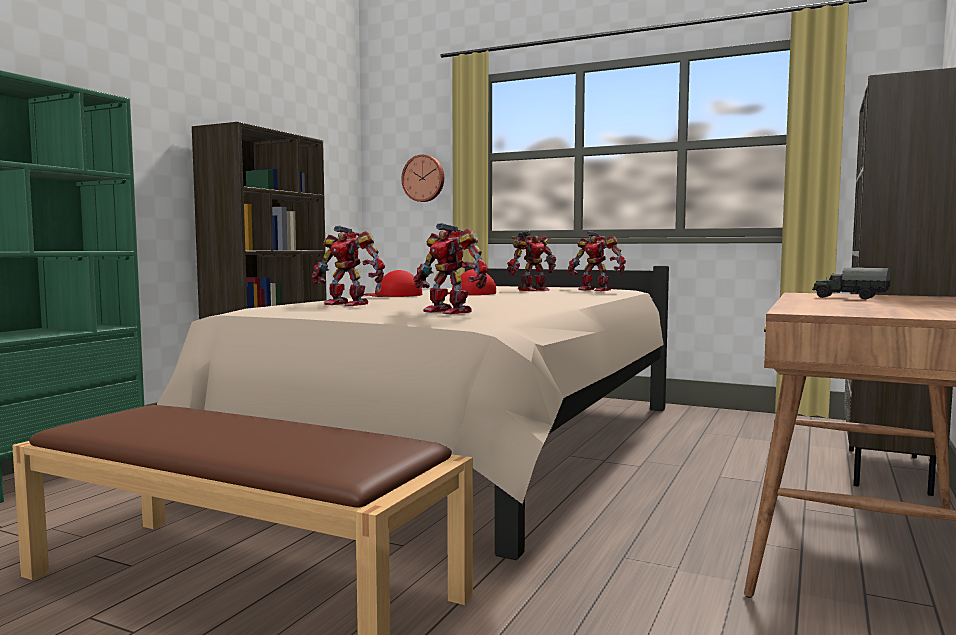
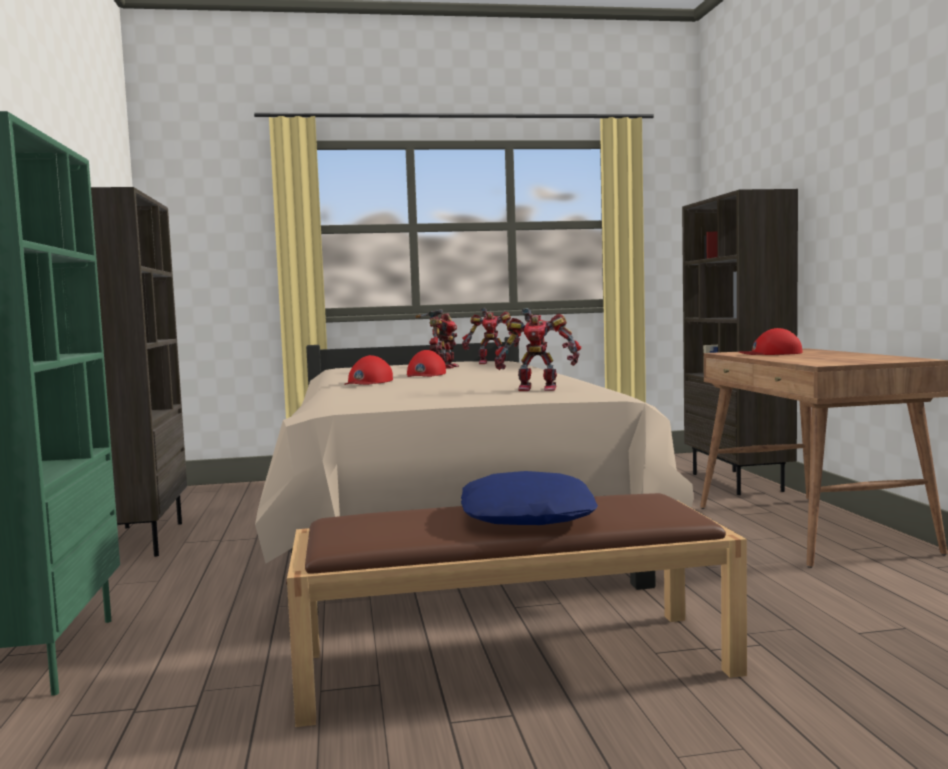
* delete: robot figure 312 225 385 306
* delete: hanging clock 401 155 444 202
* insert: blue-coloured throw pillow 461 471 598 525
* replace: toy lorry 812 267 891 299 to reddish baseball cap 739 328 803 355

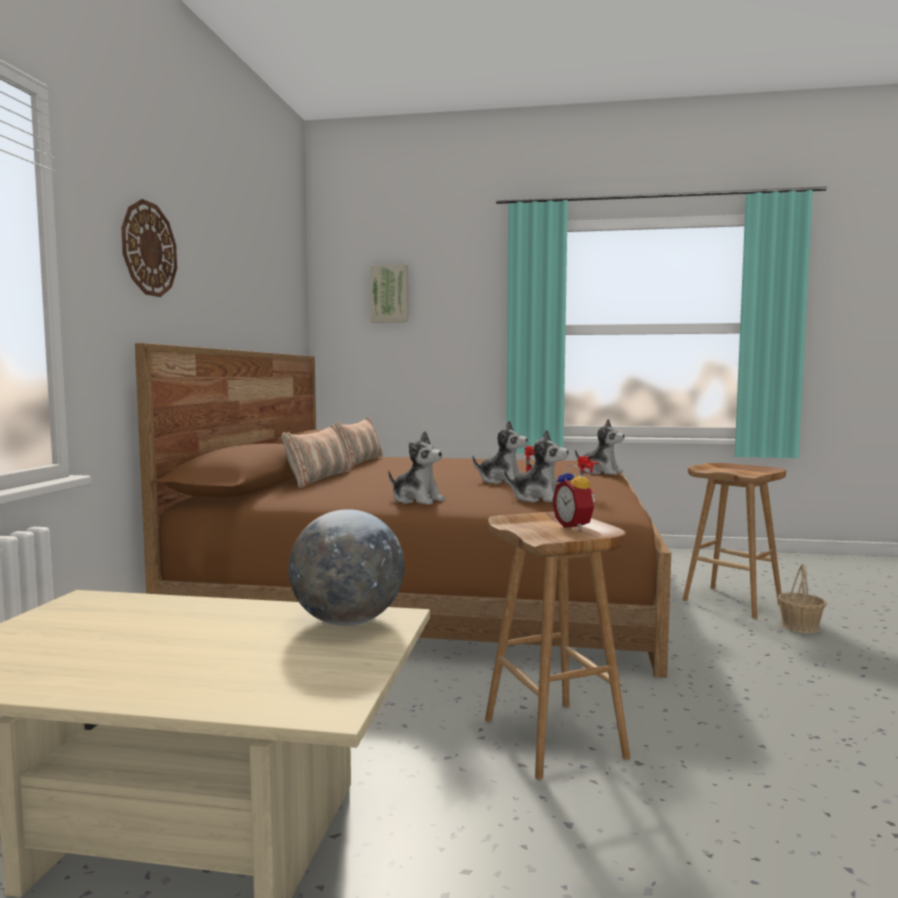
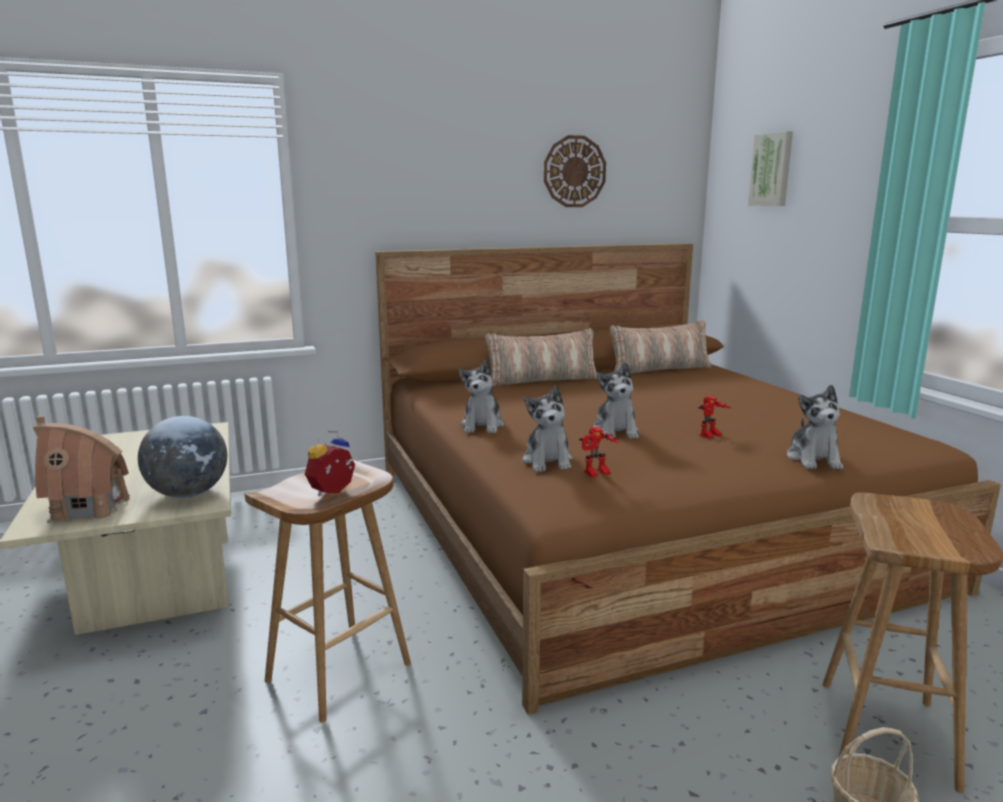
* insert: miniature house 33 415 130 523
* move: hanging clock 121 199 177 297 to 544 135 606 207

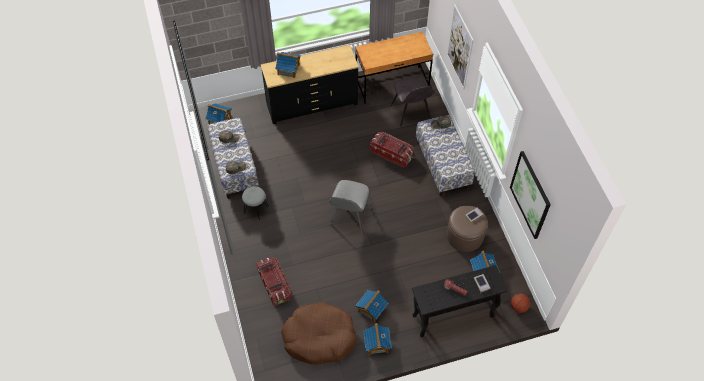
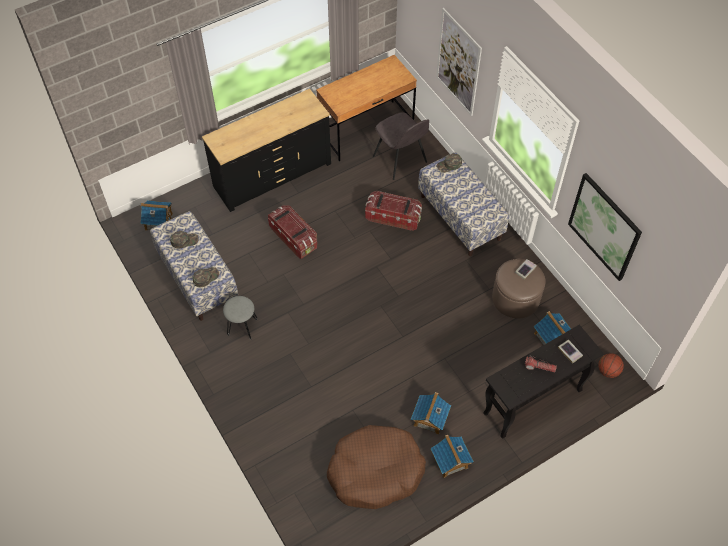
* delete: miniature house 275 51 301 78
* delete: gray upright chair 329 180 371 233
* move: storage bin 256 257 291 306 to 268 205 318 259

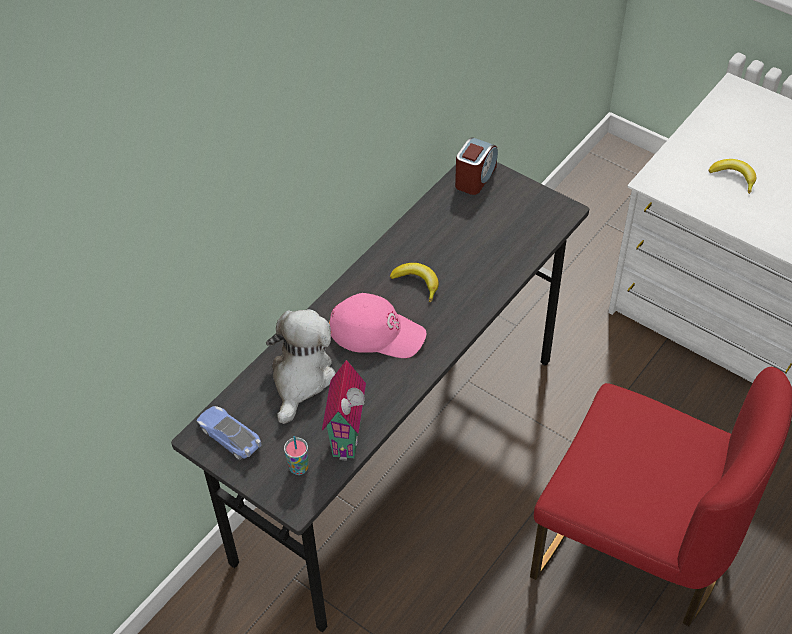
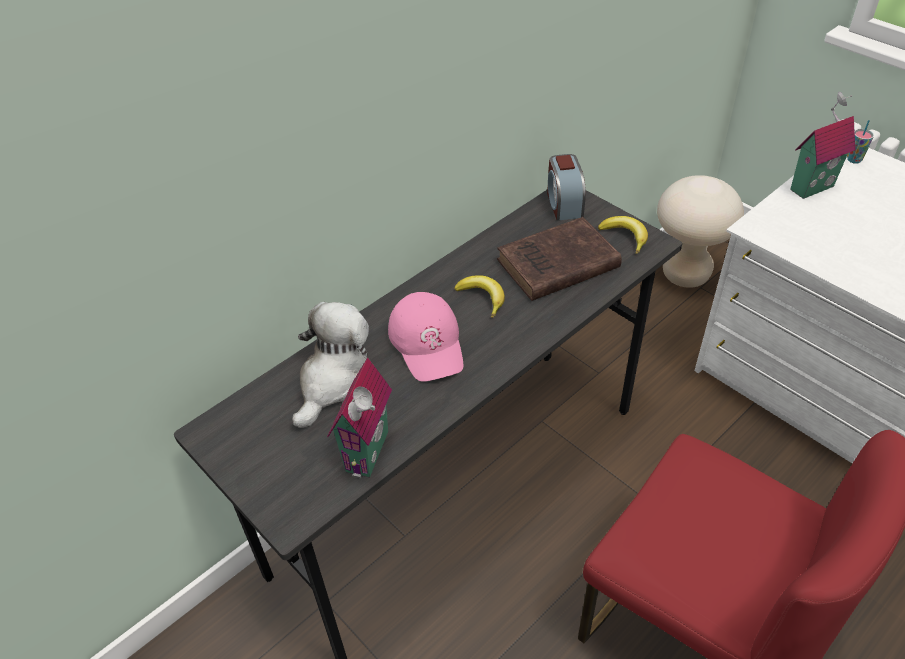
* delete: model car 197 406 262 460
* insert: brown bound book 497 217 622 301
* insert: sand-coloured sitting stool 657 175 744 288
* insert: miniature house 790 92 856 199
* move: cup 284 436 309 475 to 847 120 874 164
* move: banana 708 159 756 194 to 598 216 648 254
* rotate: pink-coloured baseball cap 329 293 426 358 = 388 292 463 382 45 degrees clockwise
* rotate: table clock 455 137 498 195 = 547 154 586 221 135 degrees clockwise

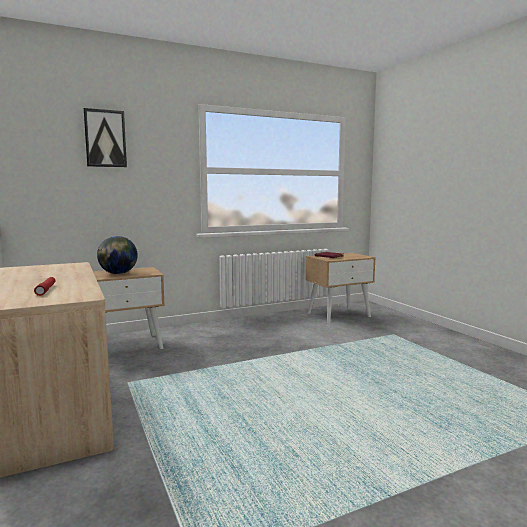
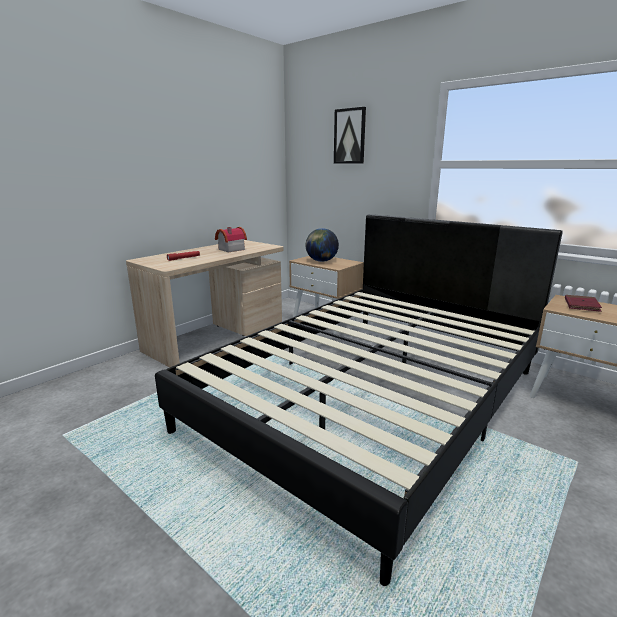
* insert: black sleeping bed 155 214 563 586
* insert: miniature house 215 227 247 252

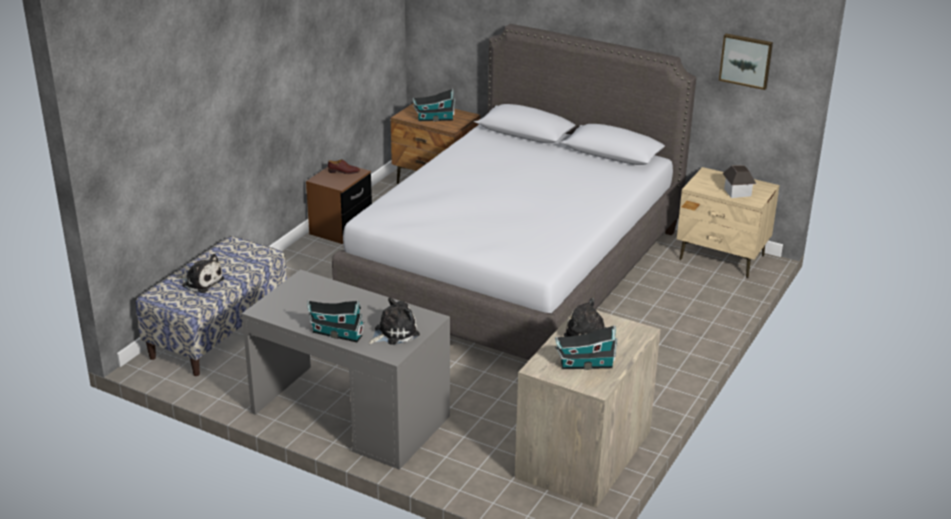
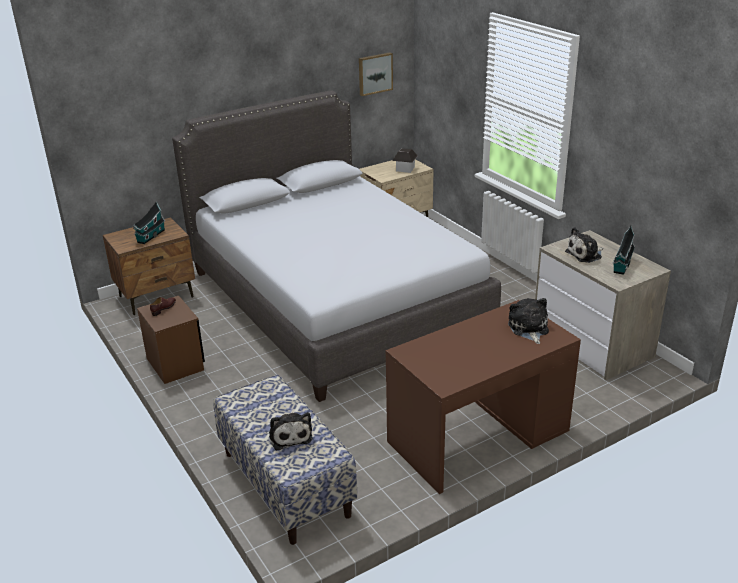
* delete: miniature house 307 300 365 342
* recolor: gray desk 242 269 450 470 to brown desk 386 300 581 494
* rotate: plush toy 178 254 224 293 = 269 412 313 450 105 degrees clockwise

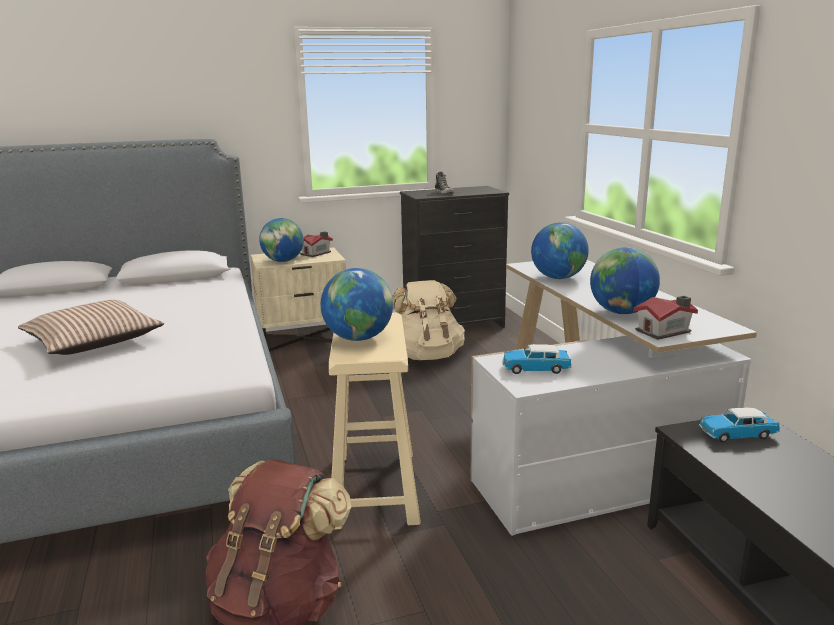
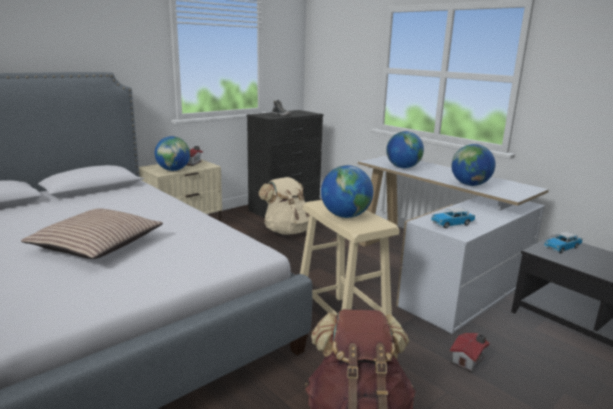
* move: miniature house 633 296 698 340 to 450 333 490 373

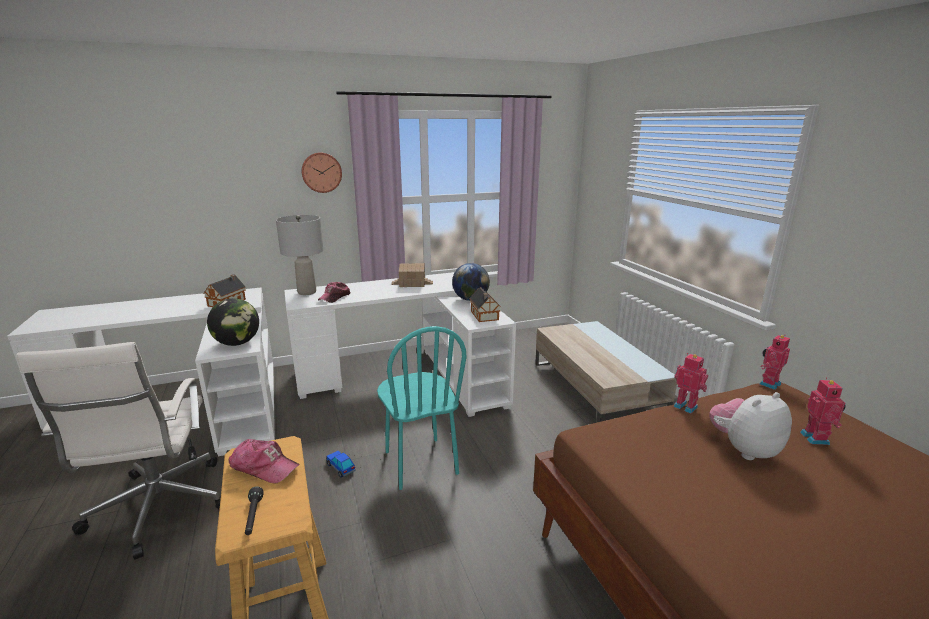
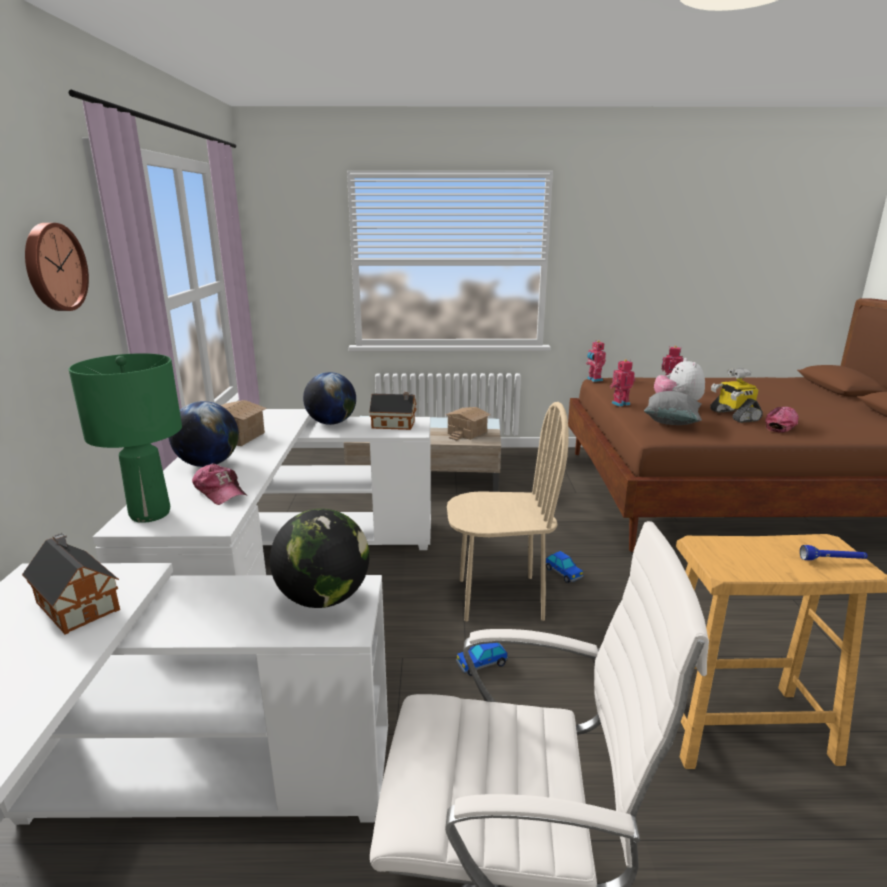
* insert: world globe 169 401 239 467
* insert: miniature house 445 407 491 441
* insert: model car 545 551 584 583
* insert: gray throw pillow 644 391 702 425
* insert: robot figure 710 368 763 423
* move: baseball cap 228 439 300 484 to 765 407 799 433
* recolor: black torch 245 486 264 535 to blue-coloured torch 800 545 867 560
* recolor: gray lamp for a table 276 215 324 295 to green-coloured lamp for a table 68 353 182 523
* recolor: blue-green upright chair 377 326 467 490 to sand-coloured upright chair 447 402 569 621

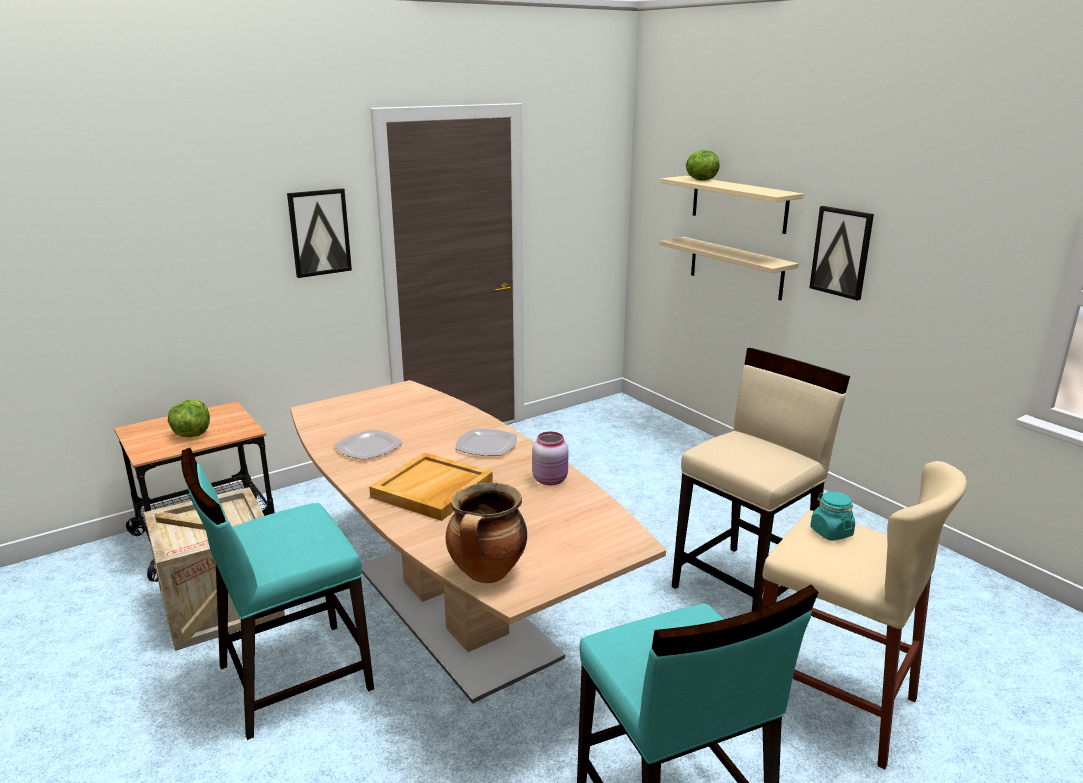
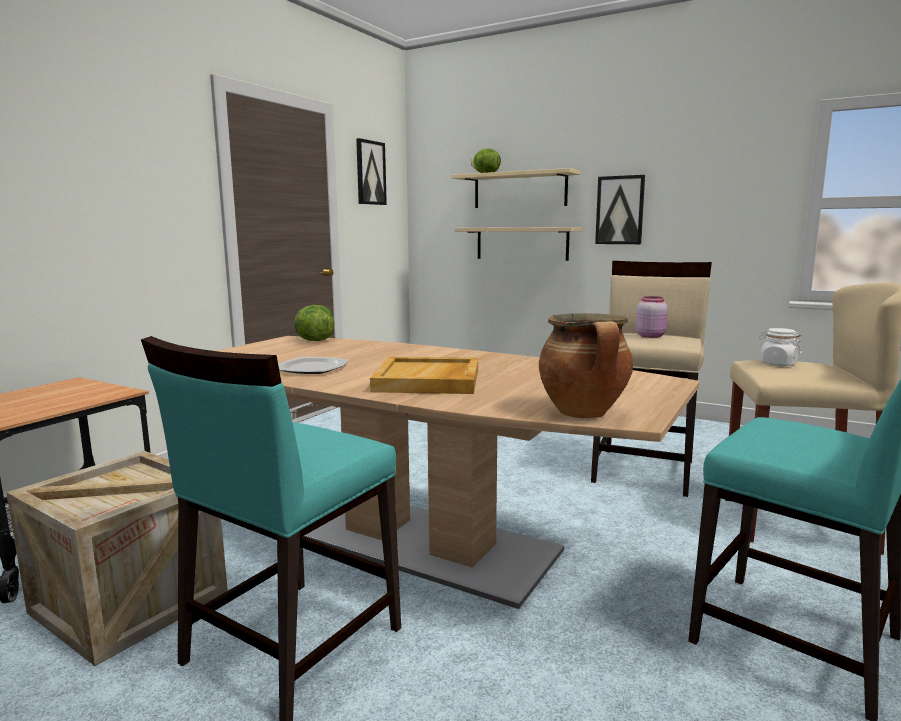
* delete: plate 455 429 517 456
* move: lettuce head 168 400 210 437 to 294 305 334 341
* move: wall art 287 188 352 278 to 356 138 387 205
* move: pink-coloured storage jar 532 431 569 485 to 636 296 668 338
* recolor: blue-green storage jar 810 491 855 541 to white-coloured storage jar 759 328 802 366

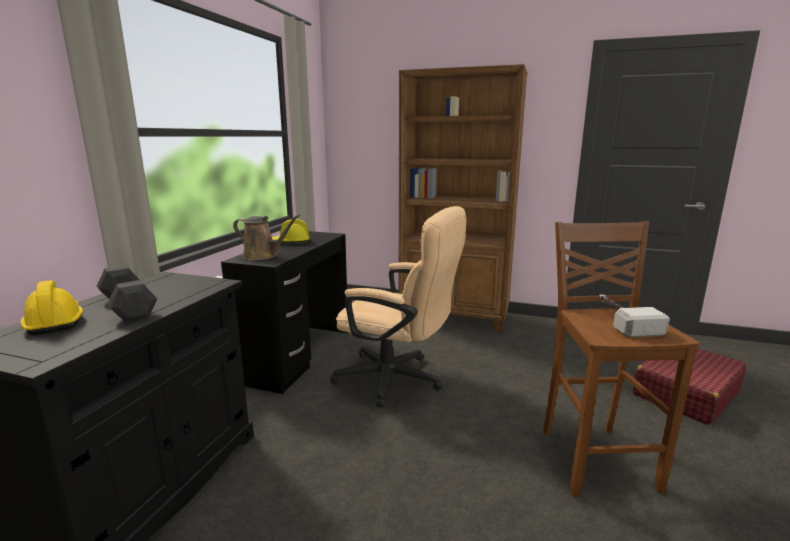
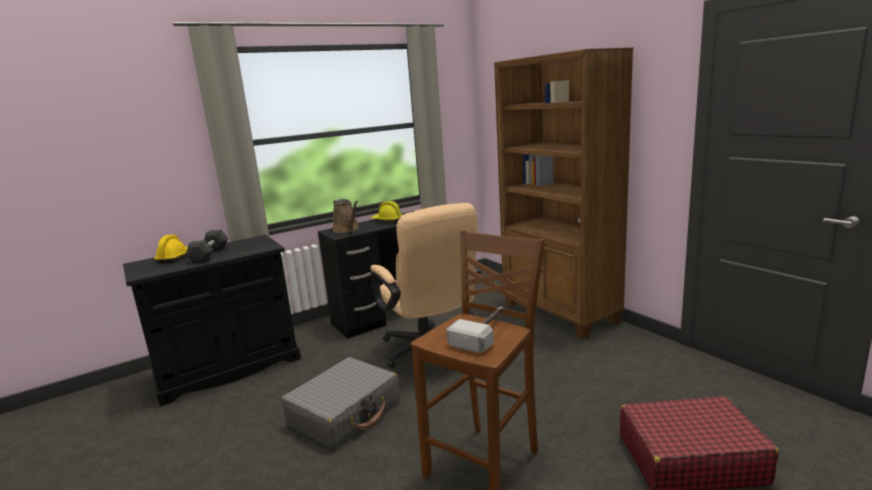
* insert: gray piece of luggage 281 357 400 450

